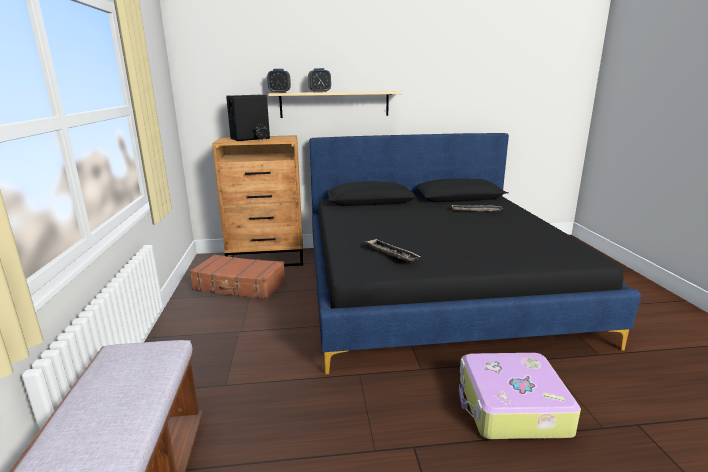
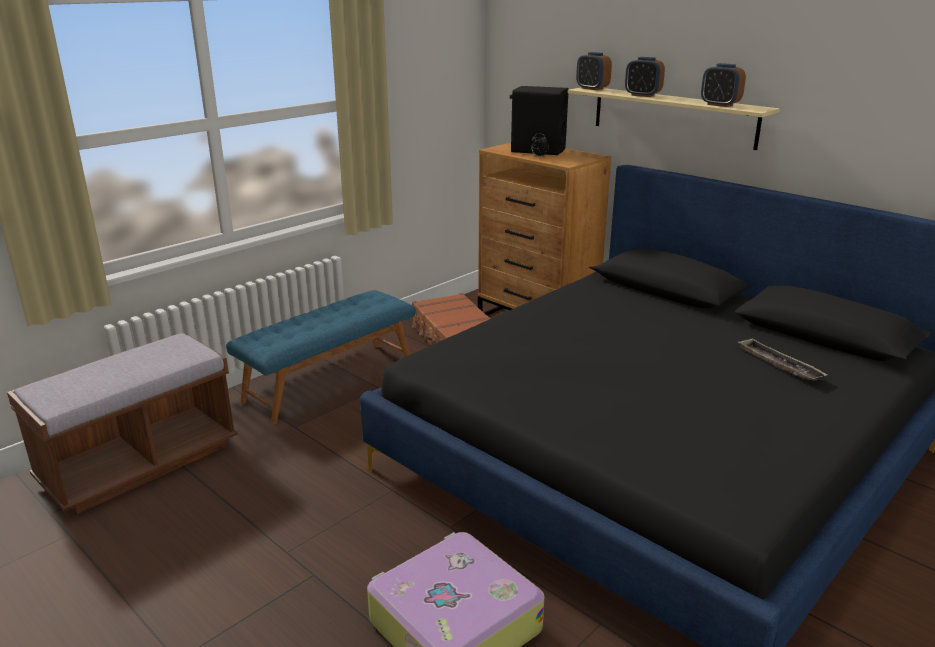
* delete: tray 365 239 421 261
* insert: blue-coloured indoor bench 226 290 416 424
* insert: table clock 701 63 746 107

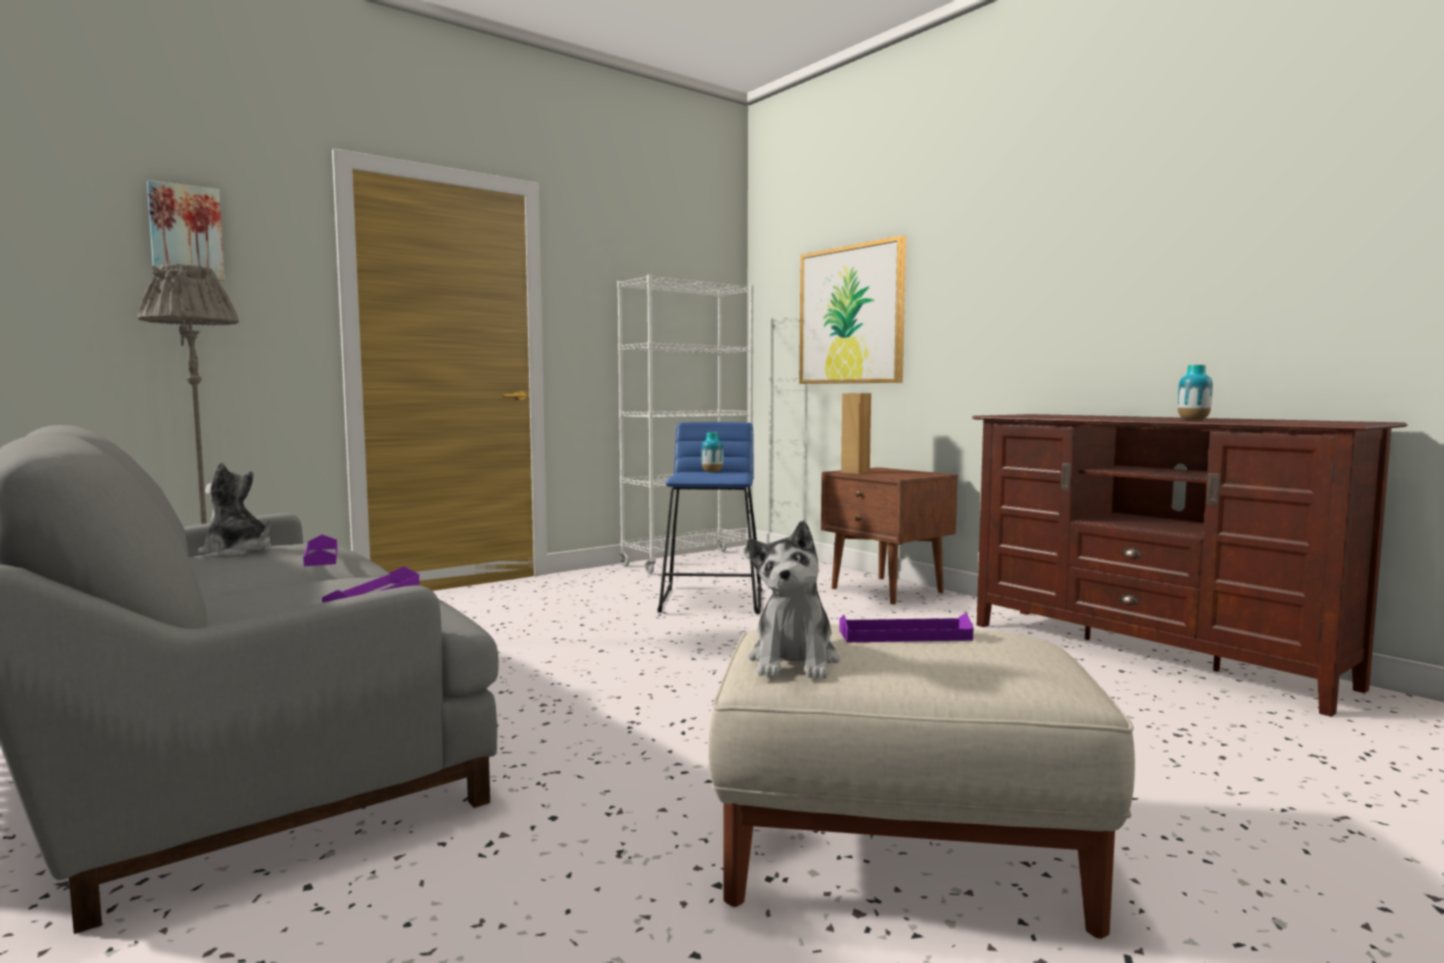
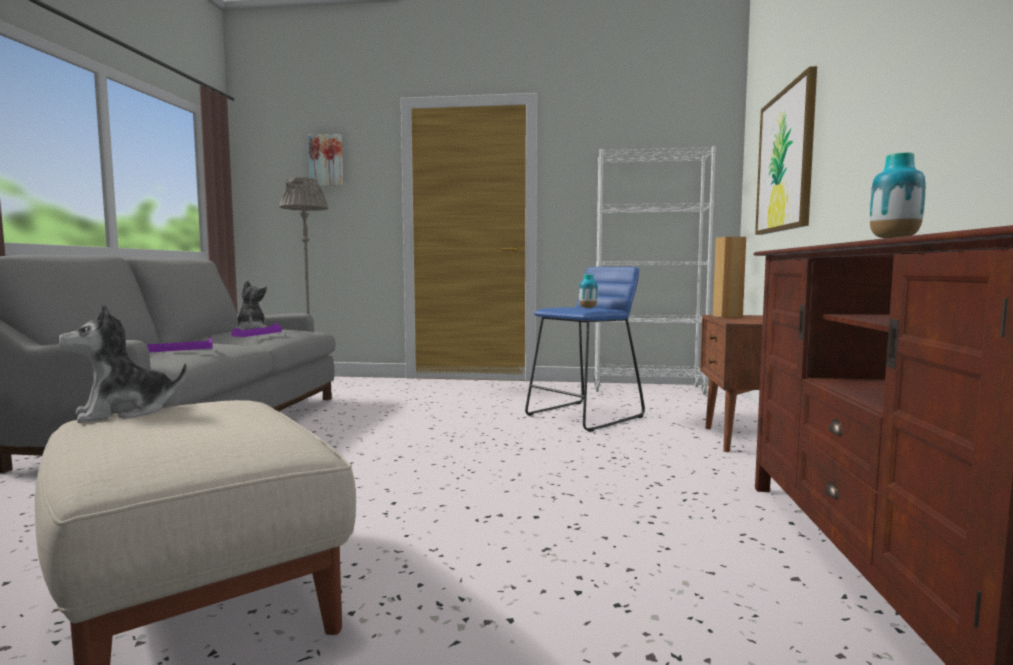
* delete: purple-coloured tray 839 613 974 642

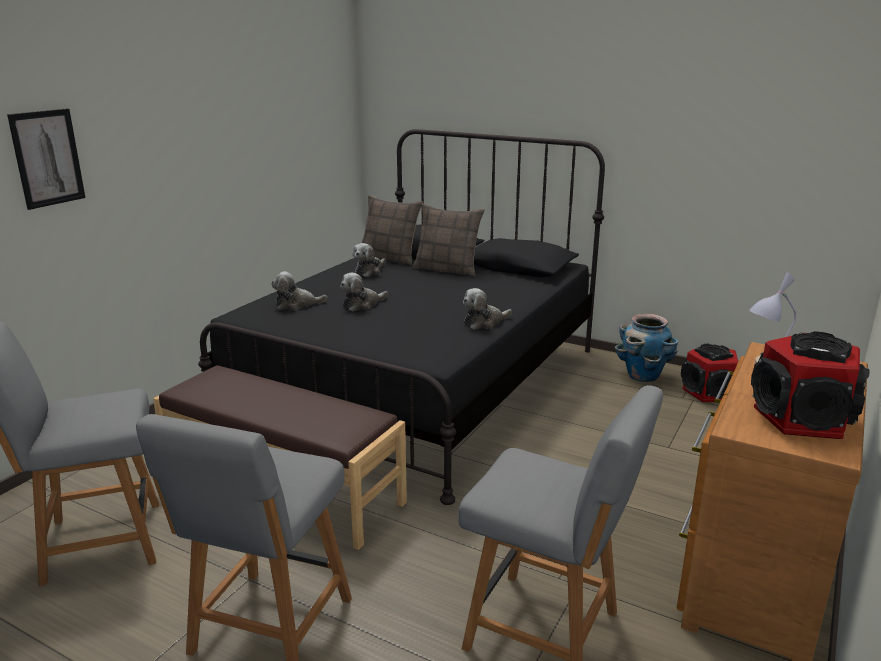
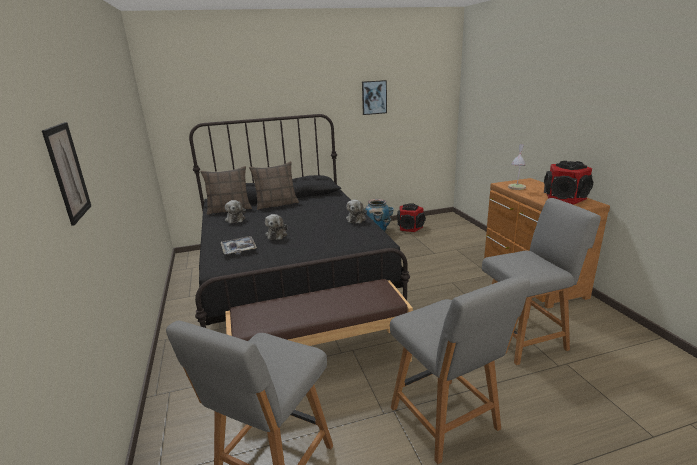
* insert: wall art 362 80 387 115
* replace: plush toy 271 271 327 310 to tray 221 236 257 255

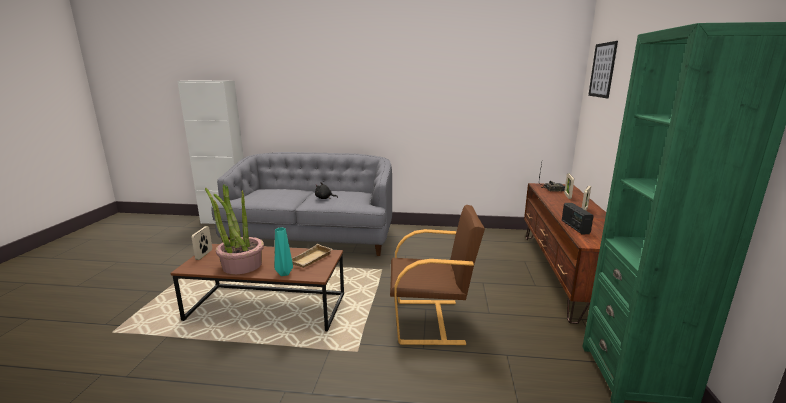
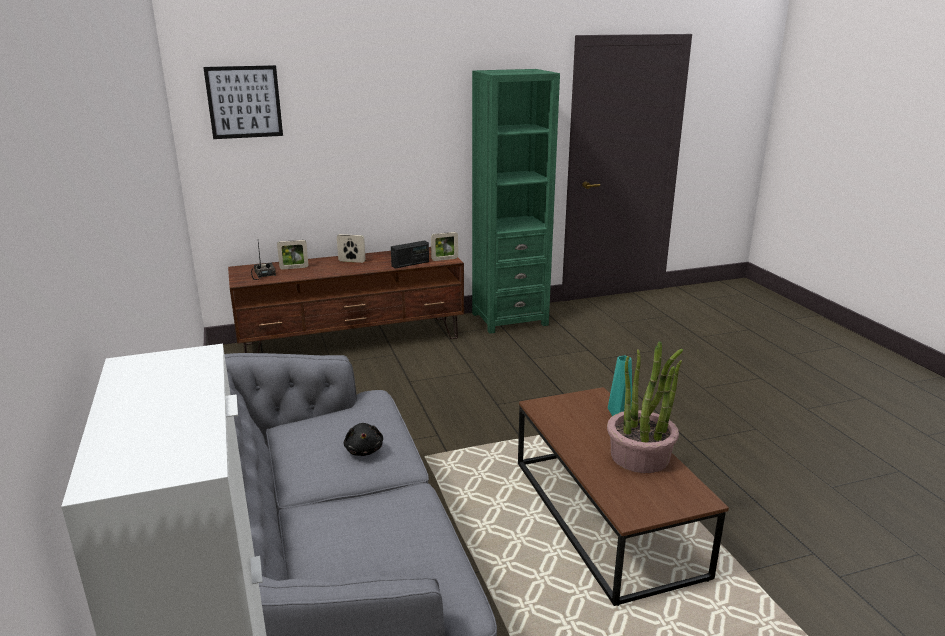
* delete: sand-coloured tray 292 244 333 268
* delete: brown armchair 390 205 485 345
* move: photo frame 192 226 212 260 to 431 232 458 261

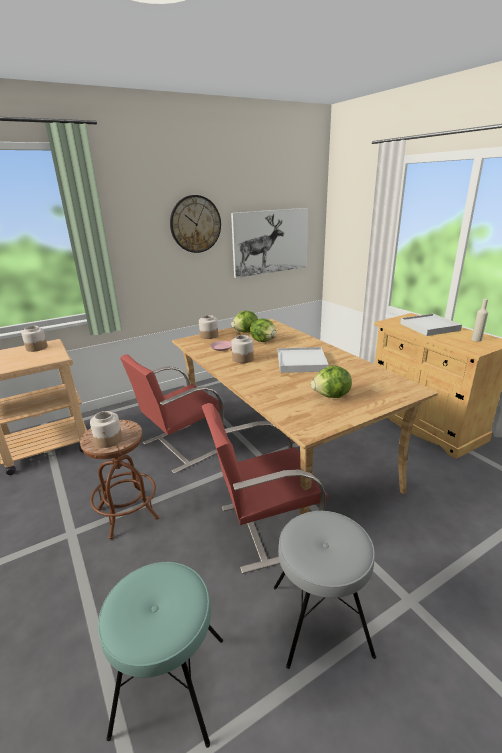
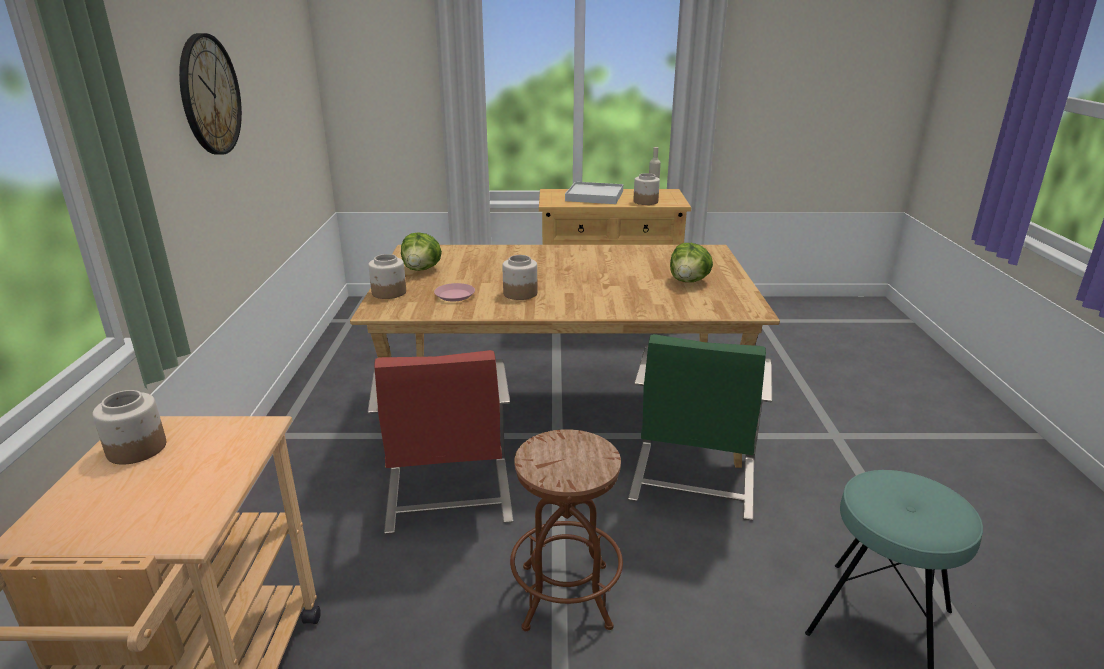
* delete: wall art 231 208 308 278
* delete: lettuce head 250 319 276 342
* delete: gray sitting stool 273 511 376 669
* delete: white-coloured tray 278 347 329 373
* move: storage jar 90 411 122 448 to 633 173 660 205
* recolor: reddish upright chair 202 403 327 574 to green-coloured upright chair 628 334 772 521

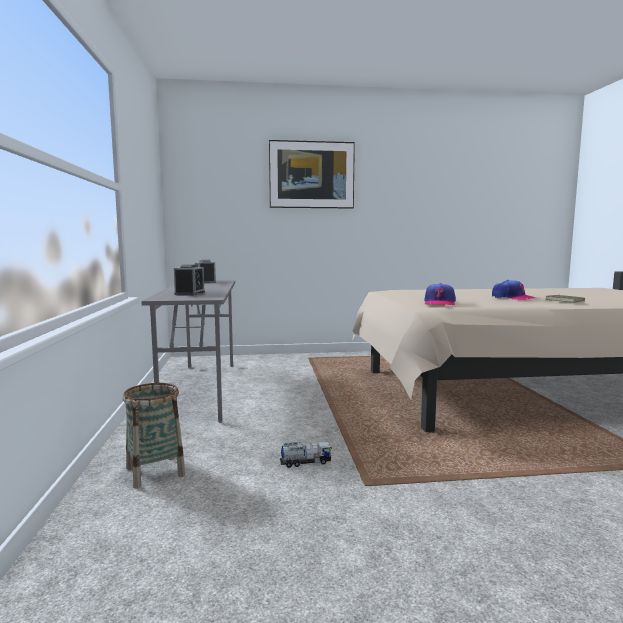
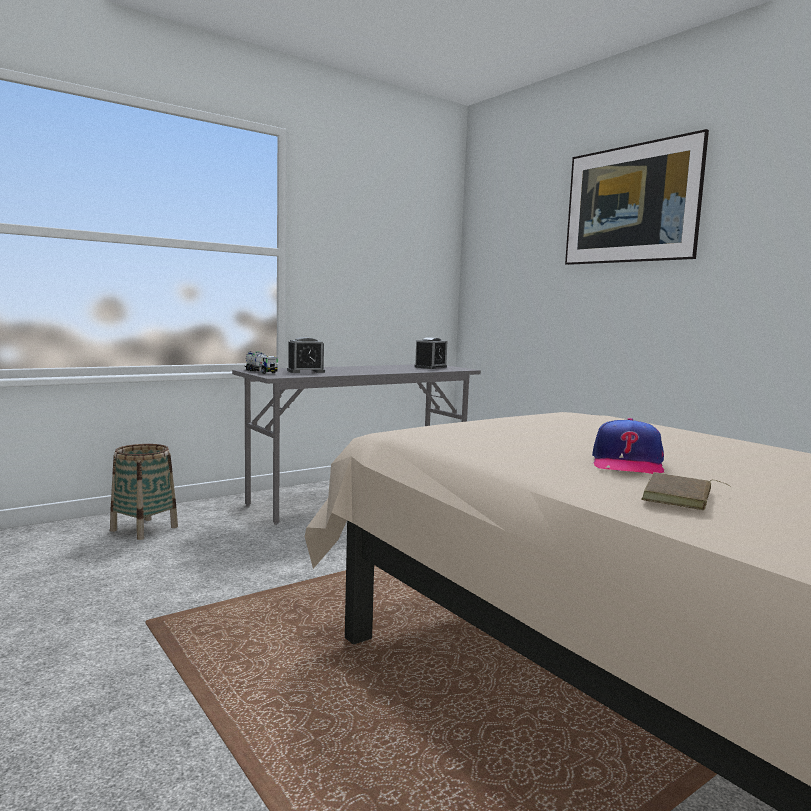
* delete: baseball cap 424 283 456 306
* move: toy lorry 280 441 331 468 to 244 351 278 374

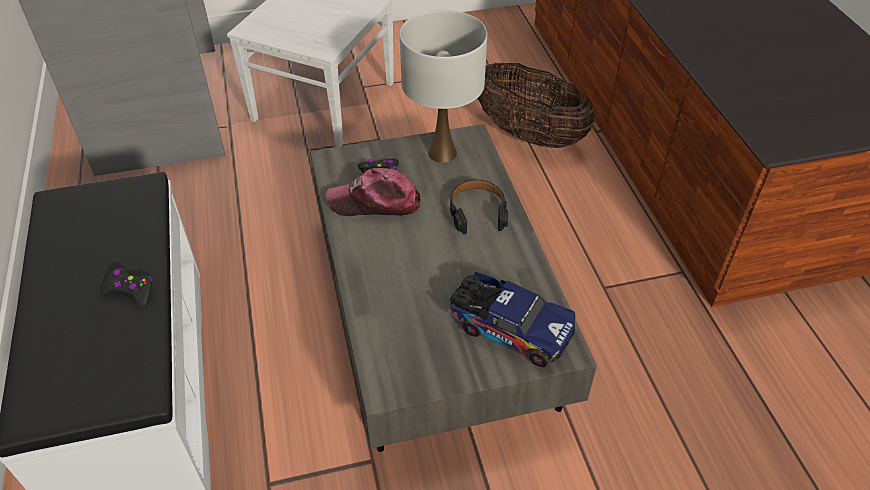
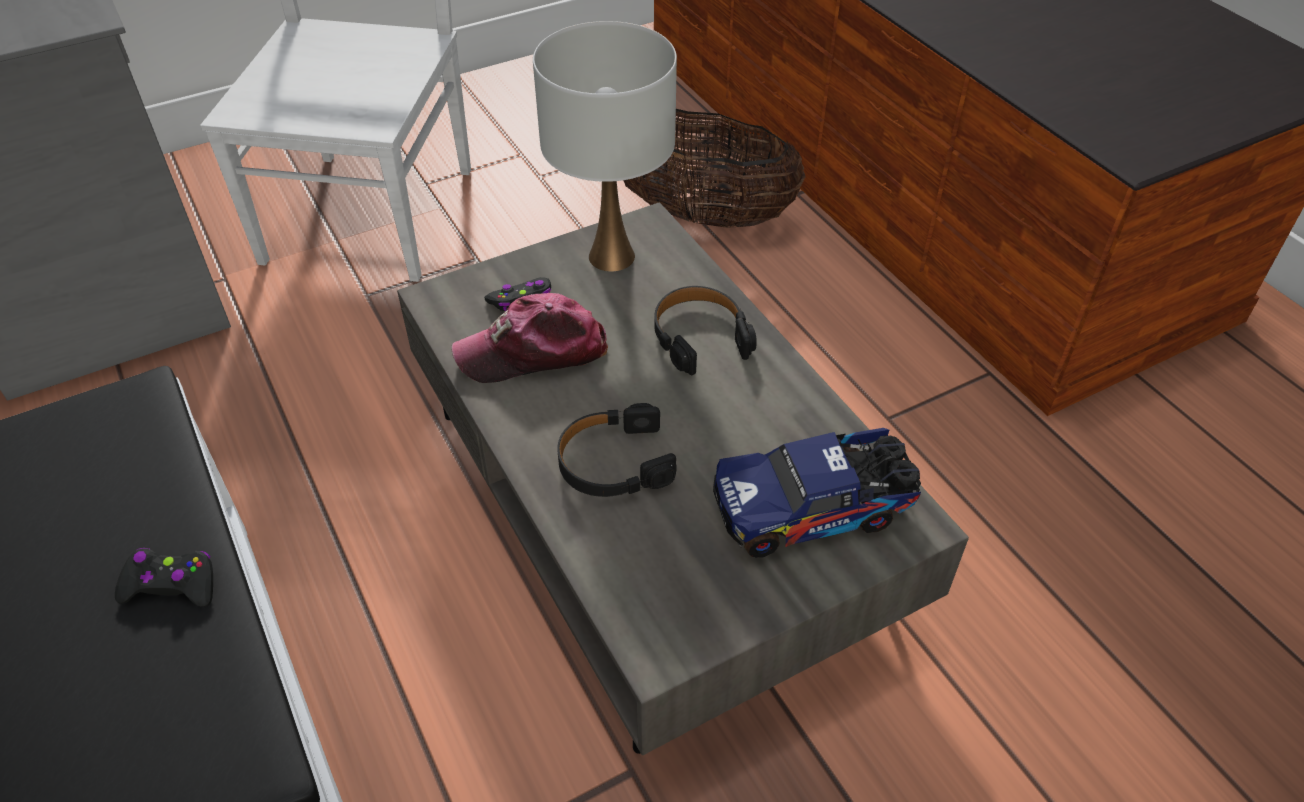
* insert: black pair of headphones 557 403 677 497
* rotate: toy lorry 450 272 575 367 = 713 428 921 558 150 degrees clockwise

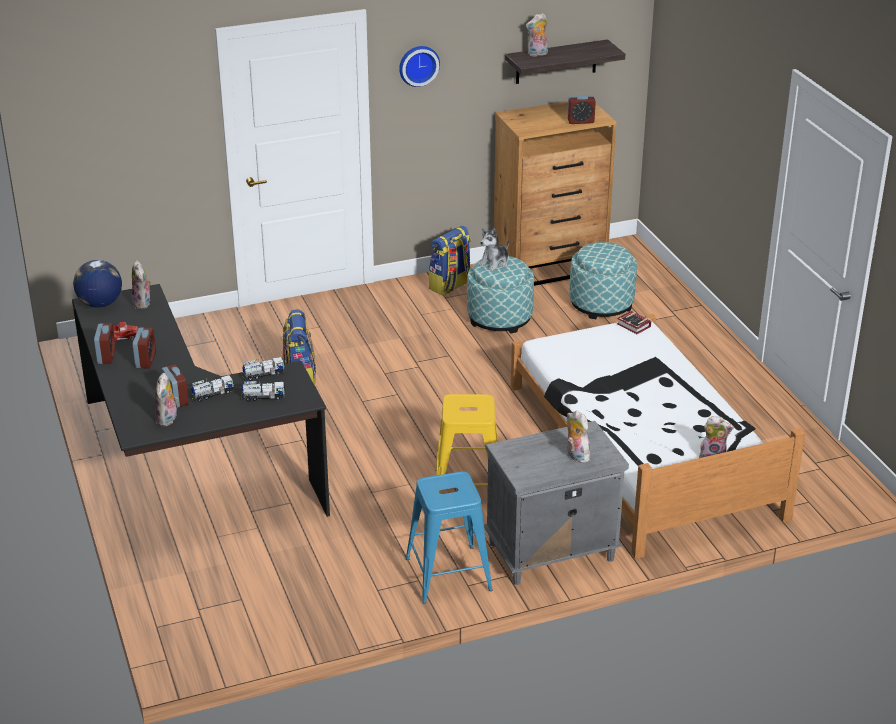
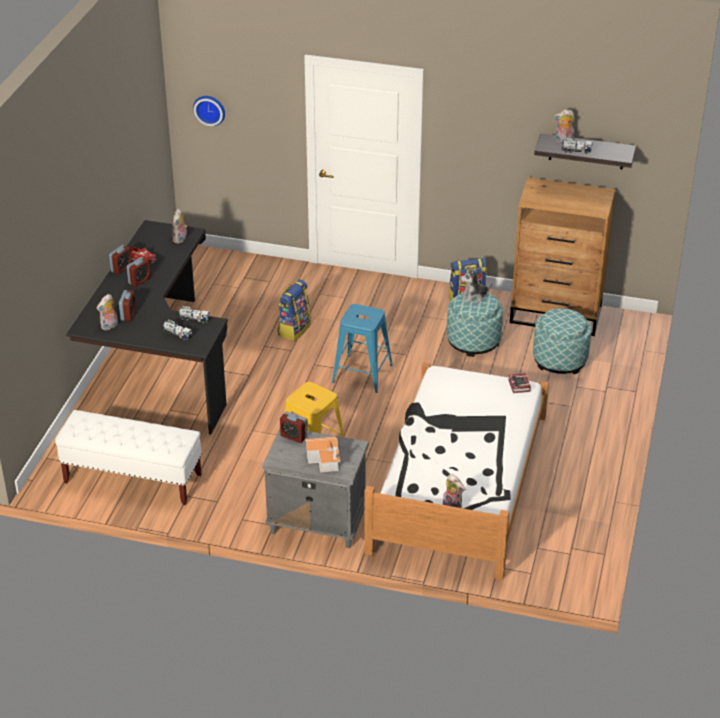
* delete: world globe 73 260 122 308
* insert: white-coloured indoor bench 55 410 202 505
* move: toy lorry 190 375 234 402 to 561 138 593 154
* move: hanging clock 399 46 440 87 to 193 96 225 126
* move: blue-coloured sitting stool 406 471 493 603 to 332 304 393 393
* move: table clock 567 95 596 124 to 280 412 307 443
* replace: plush toy 567 410 590 463 to miniature house 305 437 340 472

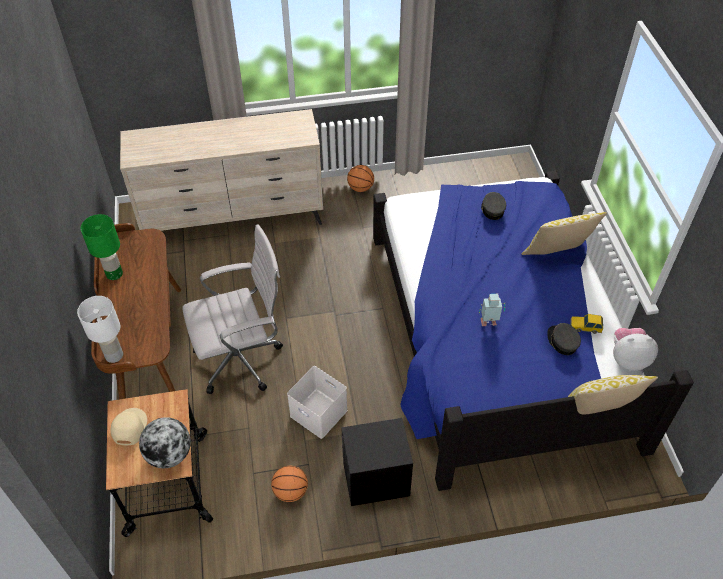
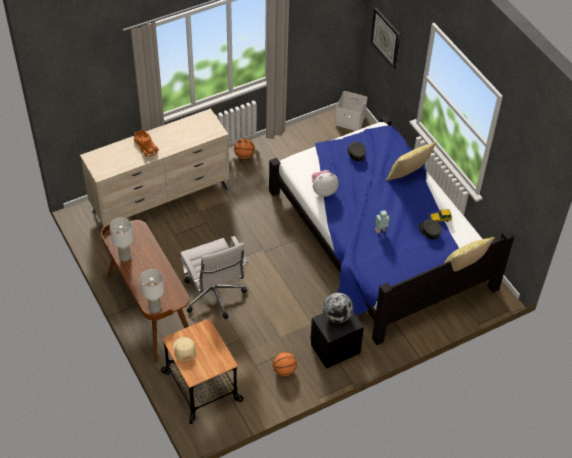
* insert: toy lorry 134 130 159 157
* insert: hanging clock 370 7 400 69
* move: world globe 139 417 191 468 to 323 293 353 323
* move: white-coloured storage bin 287 366 348 439 to 335 91 368 131
* move: plush toy 613 328 658 371 to 312 170 339 197
* recolor: green-coloured lamp for a table 80 214 123 280 to white-coloured lamp for a table 110 217 133 261
* rotate: white-coloured office chair 182 224 283 394 = 180 236 248 319 105 degrees clockwise

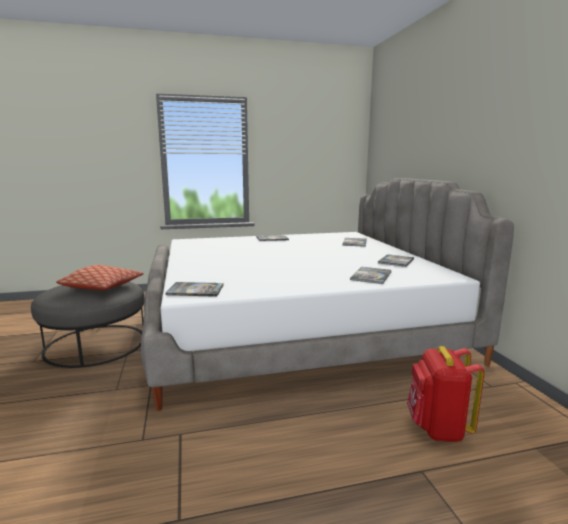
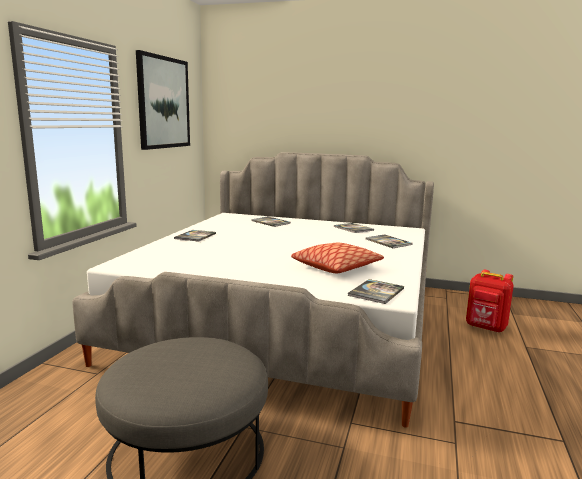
* insert: wall art 136 50 190 150
* move: throw pillow 56 265 144 291 to 291 243 384 274

